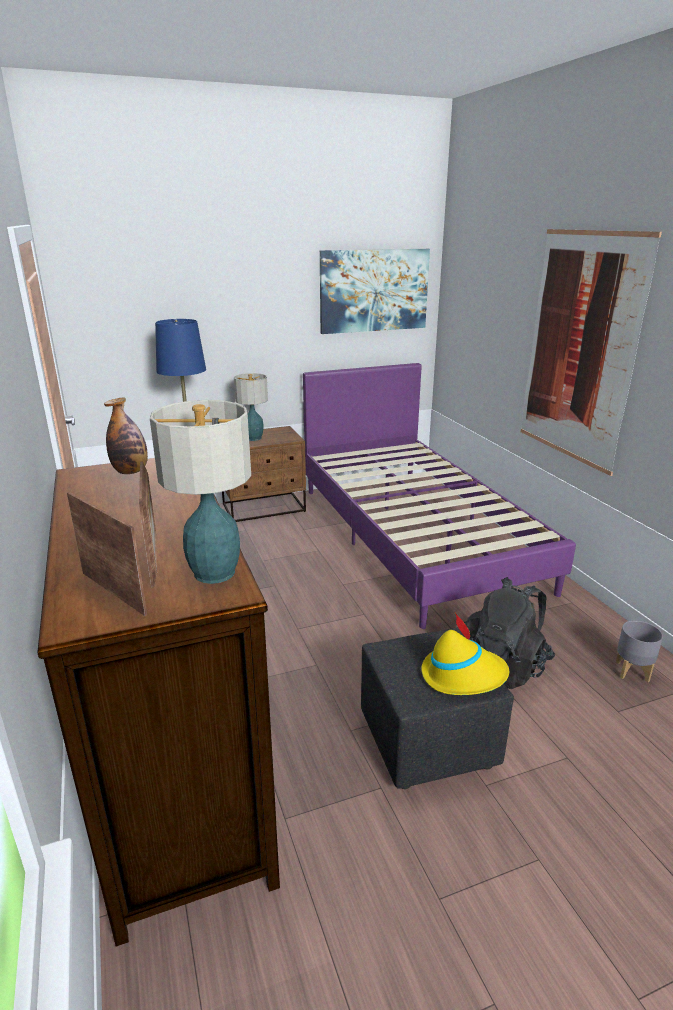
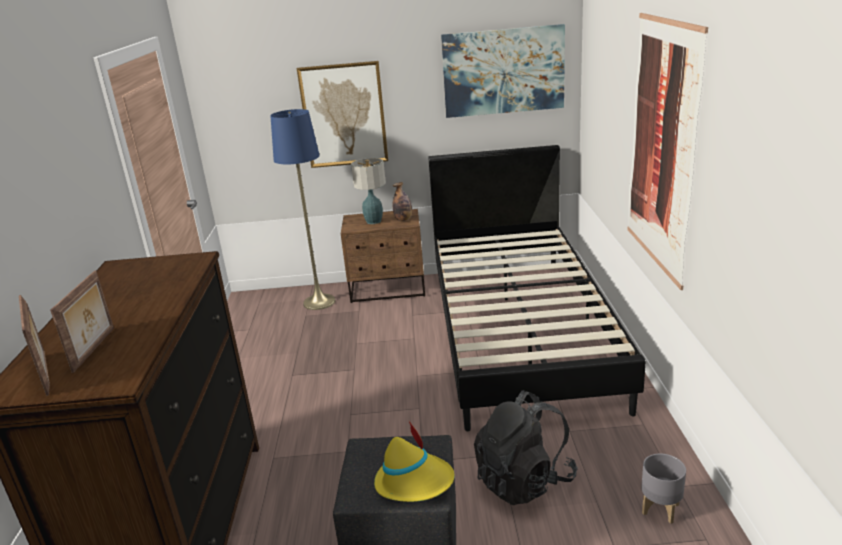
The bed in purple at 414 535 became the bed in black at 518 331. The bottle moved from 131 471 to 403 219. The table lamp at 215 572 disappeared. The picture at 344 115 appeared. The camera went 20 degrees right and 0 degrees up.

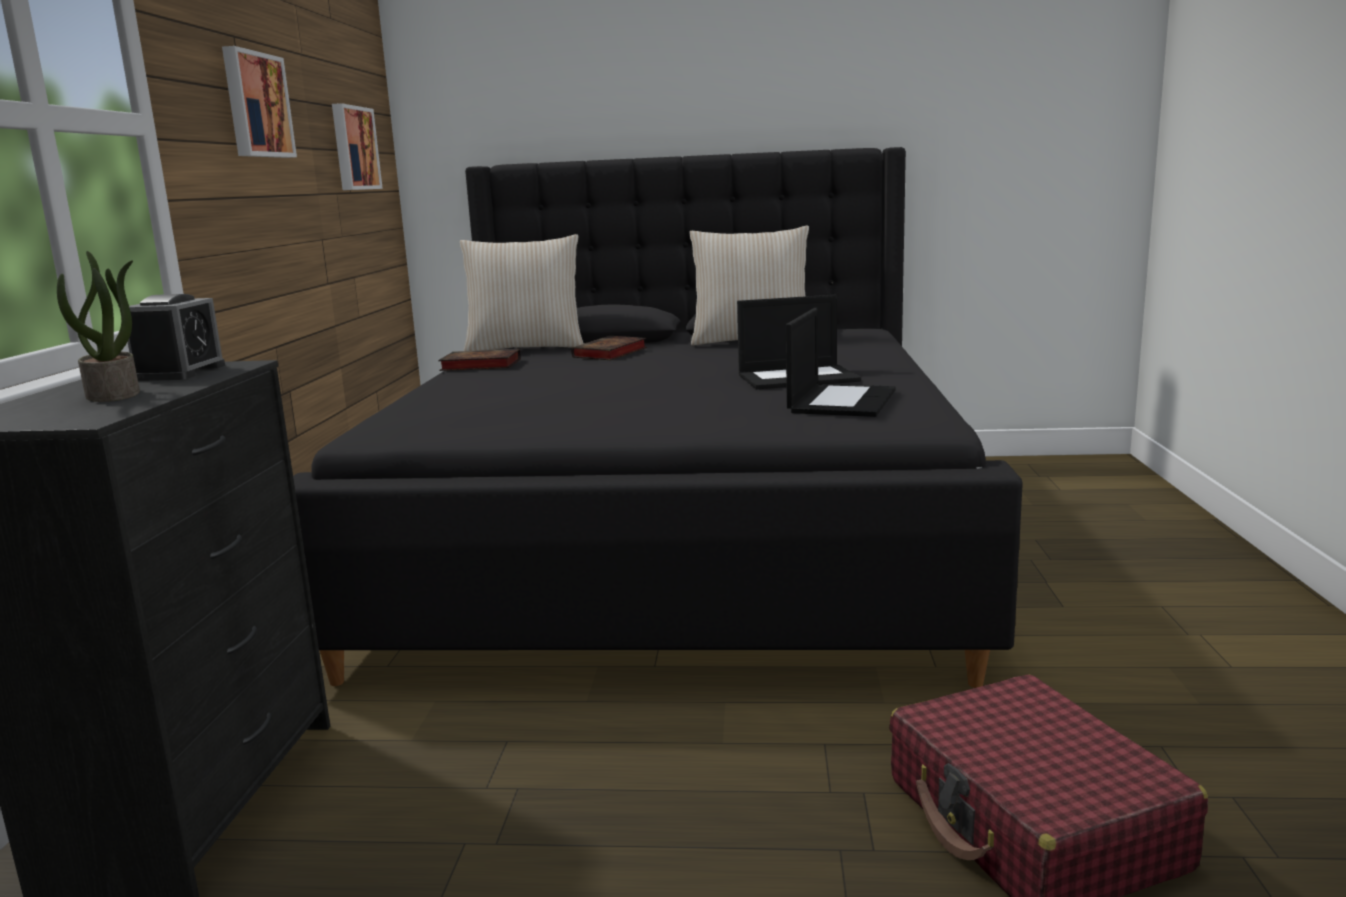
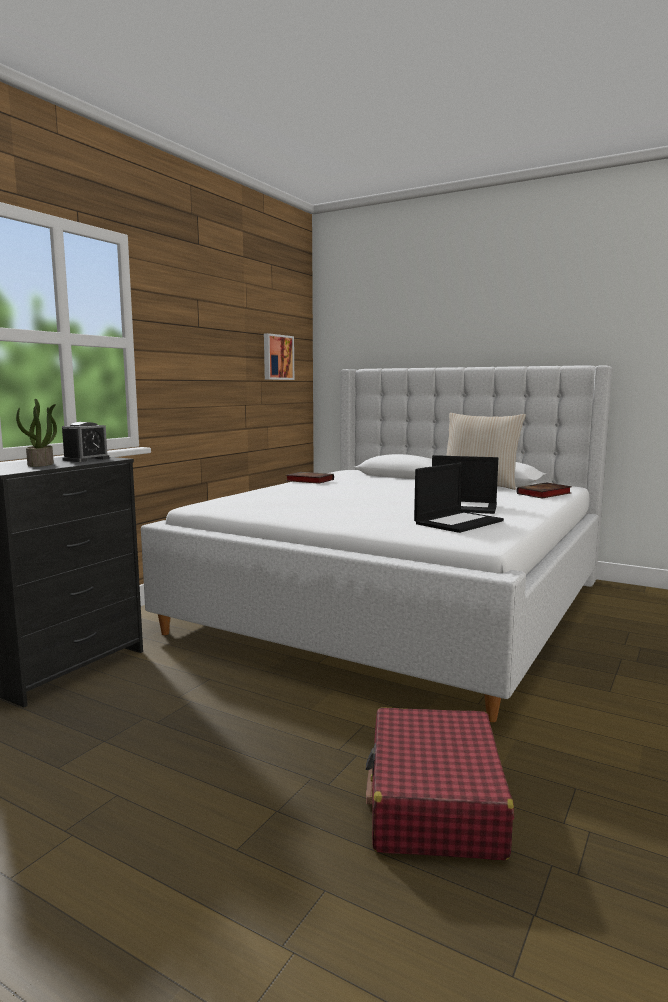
The picture at 255 105 disappeared. The bed in black at 678 545 became the bed in white at 400 604. The pillow in beige at 526 348 disappeared. The book moved from 609 353 to 543 494. The camera went 25 degrees right and 5 degrees down.

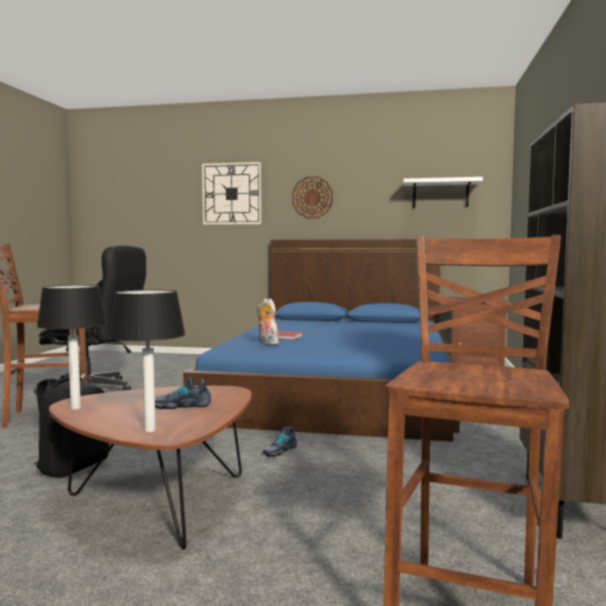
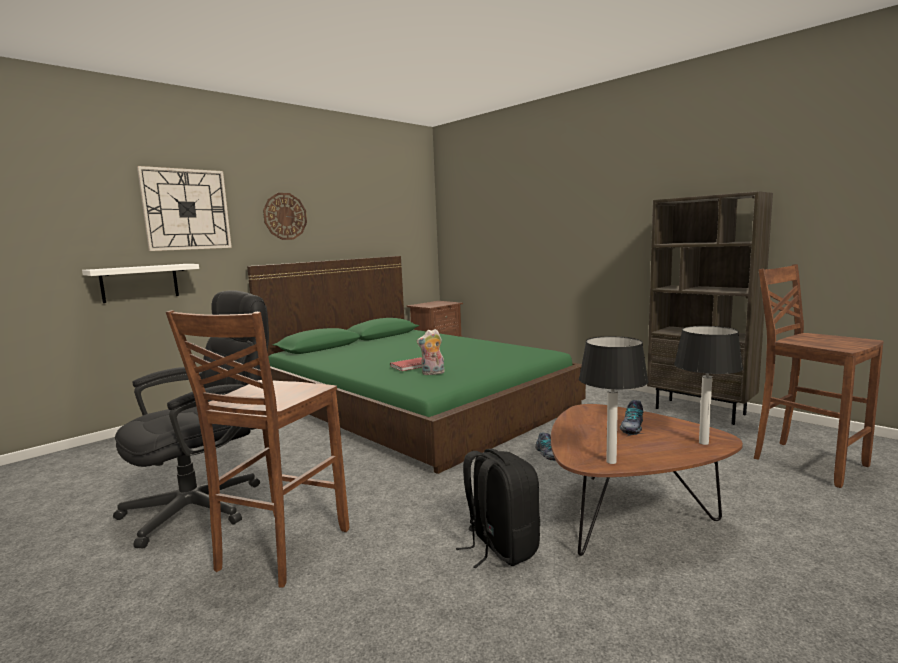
The shelf in white moved from 440 194 to 140 283. The bed in blue at 339 387 became the bed in green at 414 402. The camera went 55 degrees left and 5 degrees up.

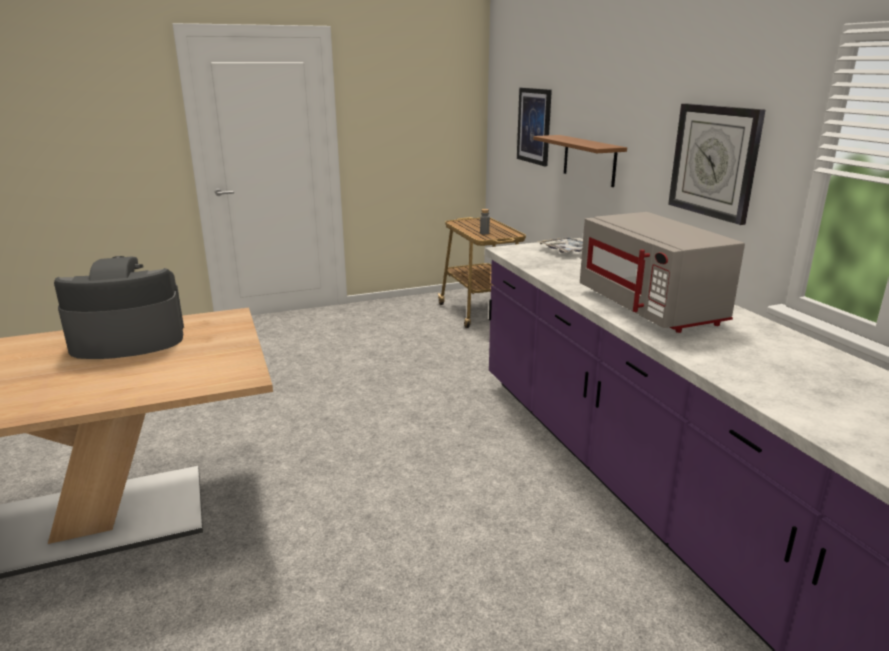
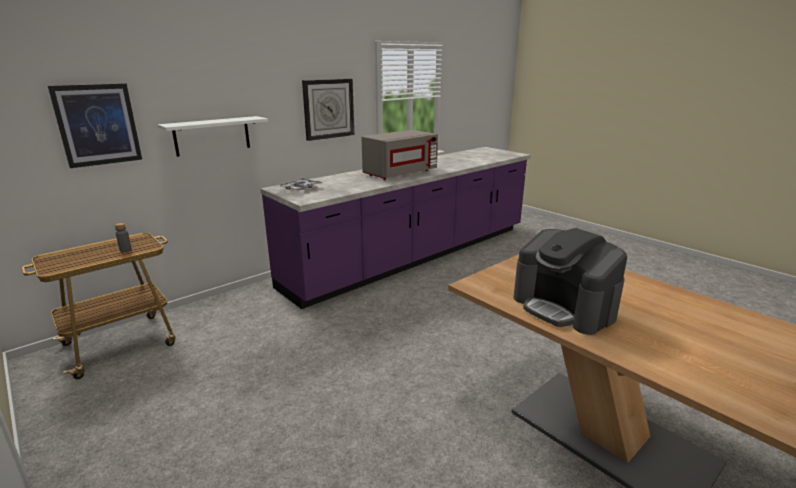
The shelf in brown at 589 160 became the shelf in white at 212 136. The camera went 110 degrees left and 0 degrees up.

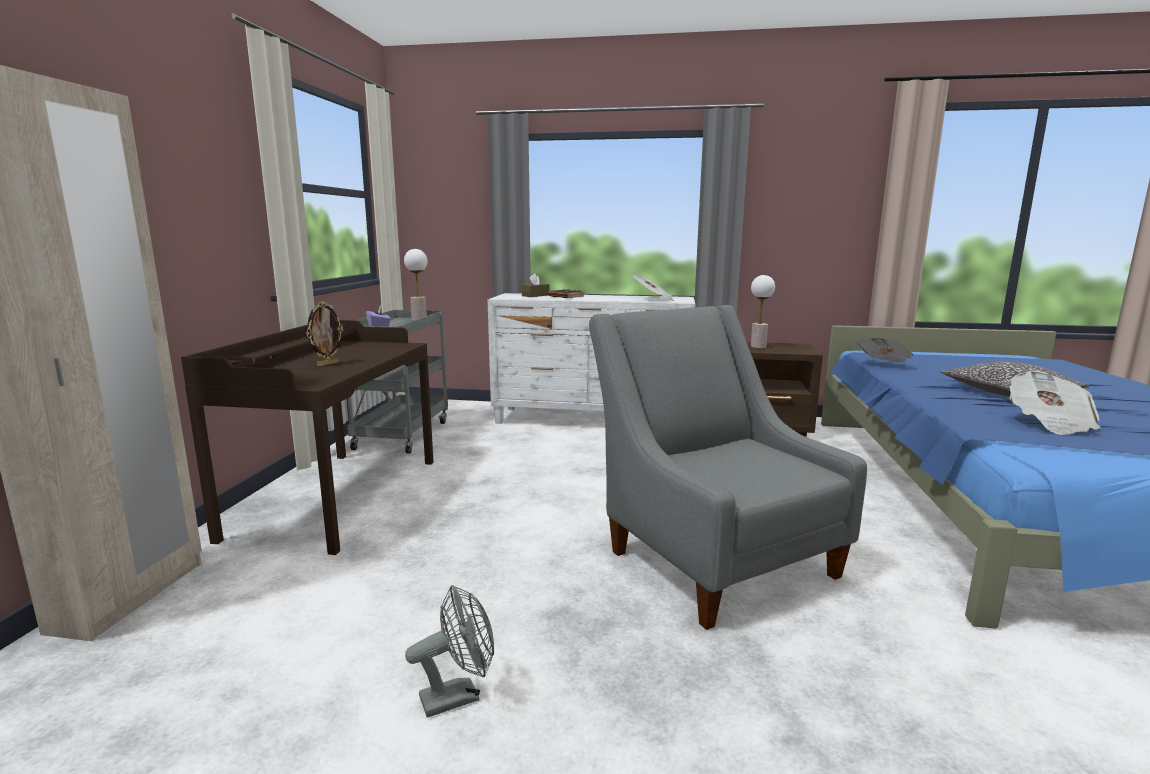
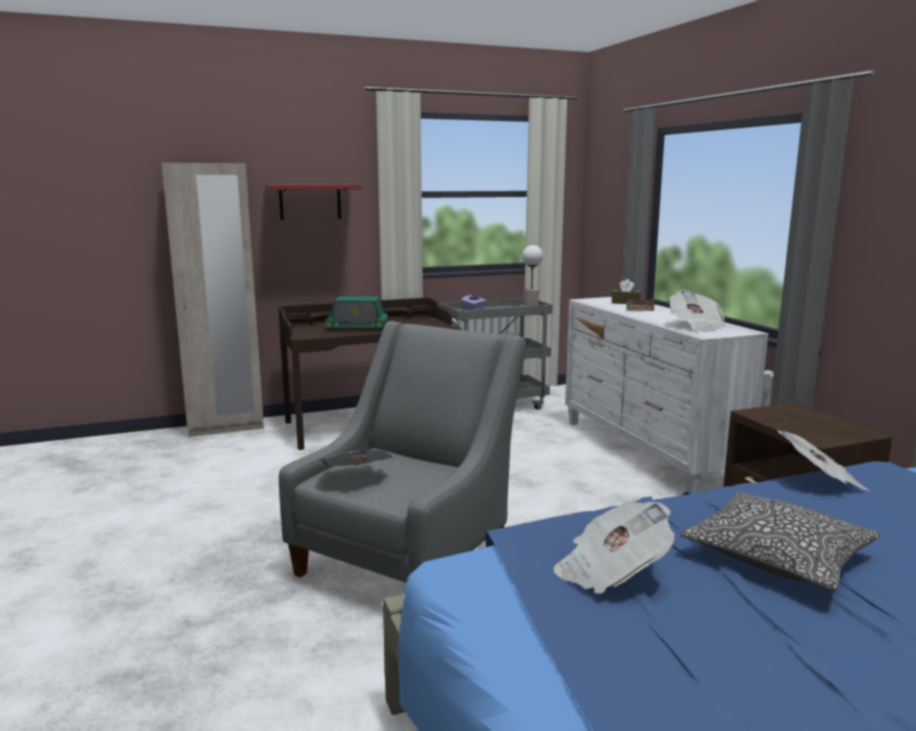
The table lamp at 758 346 disappeared. The picture frame at 327 364 was replaced by the radio at 357 327. The fan in grey at 458 695 disappeared. The shelf in red at 310 201 appeared. The newspaper at 356 478 appeared. The camera went 60 degrees right and 0 degrees up.

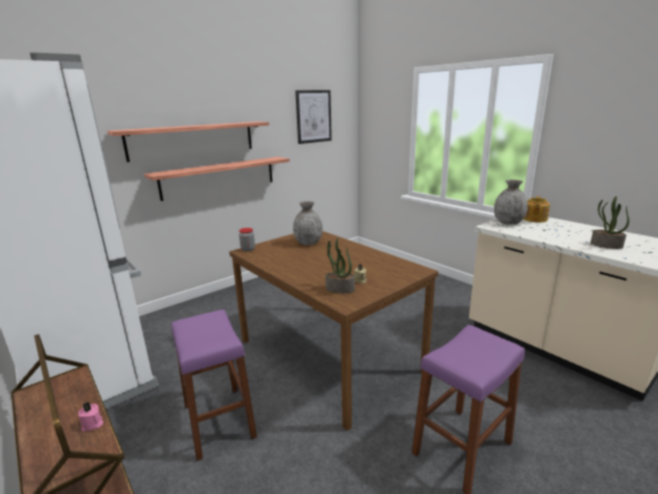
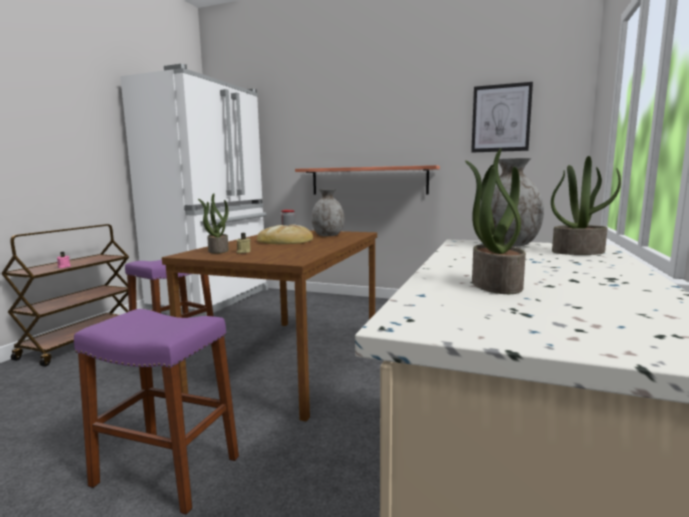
The shelf at 193 140 disappeared. The teapot at 534 219 was replaced by the potted plant at 578 252. The bread at 286 241 appeared. The camera went 60 degrees right and 10 degrees down.

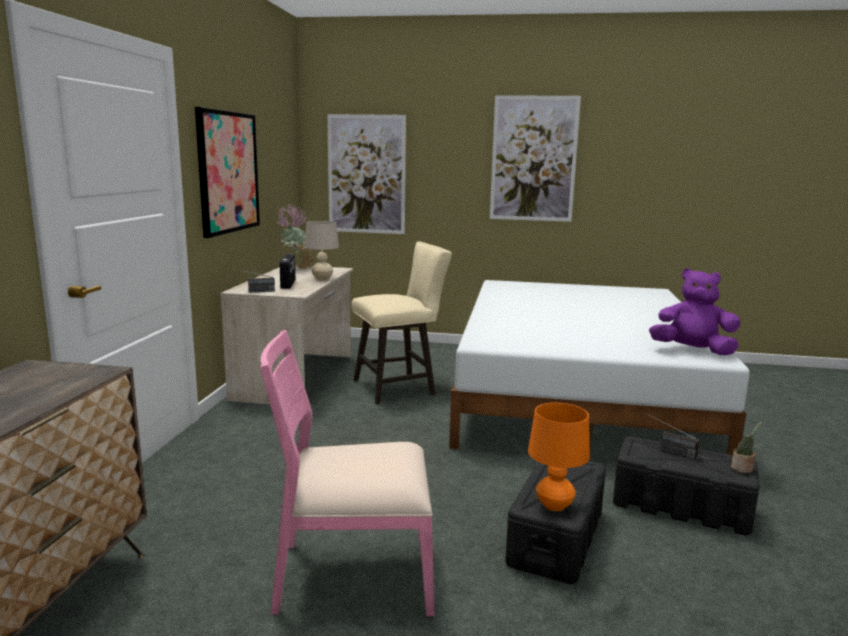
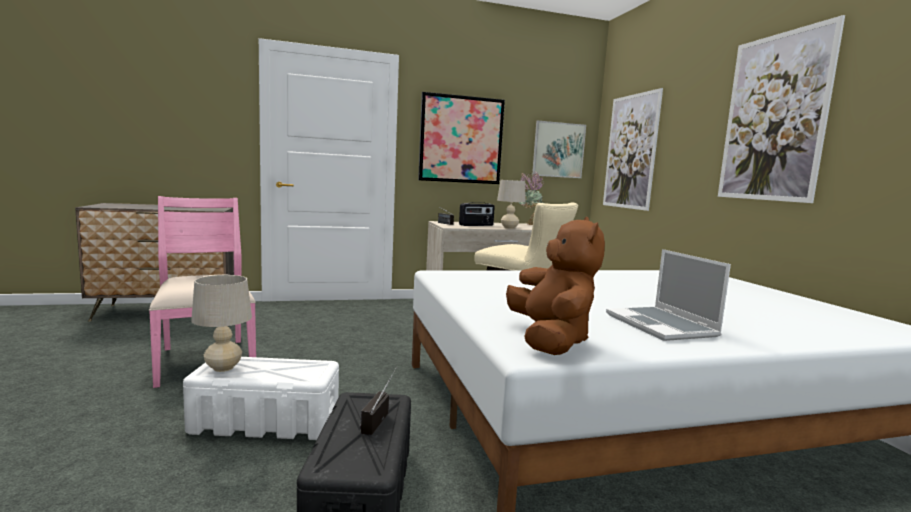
The plush toy in purple at 692 350 became the plush toy in brown at 550 340. The table lamp in orange at 554 505 became the table lamp in beige at 223 368. The potted plant at 743 469 disappeared. The storage box in black at 556 537 became the storage box in white at 267 421. The picture at 558 150 appeared. The laptop at 662 326 appeared. The camera went 65 degrees right and 5 degrees down.

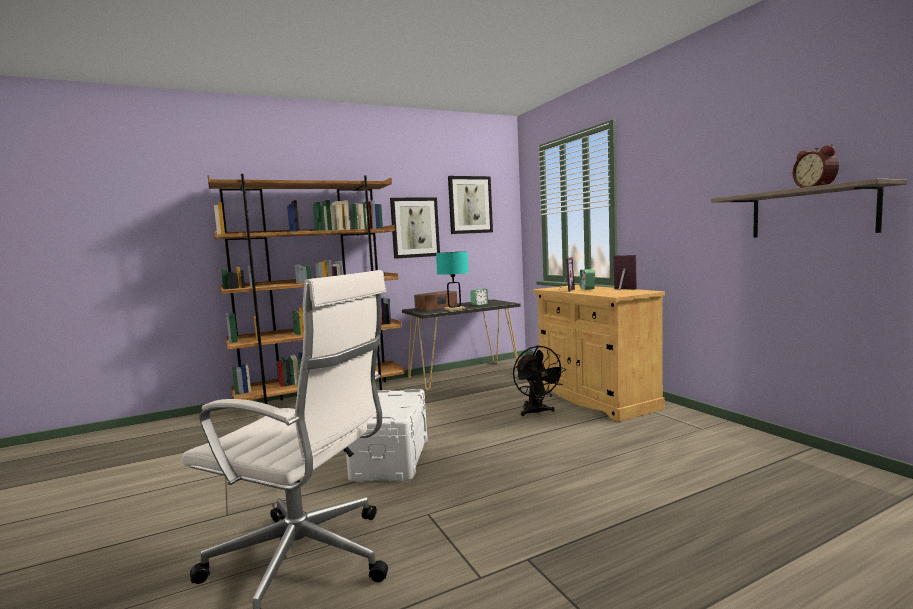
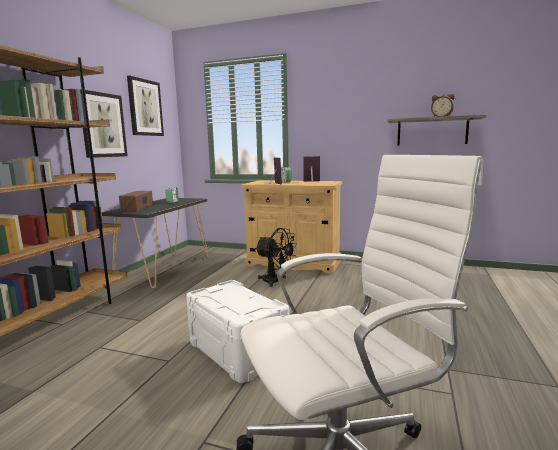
The table lamp in turquoise at 454 309 disappeared. The camera went 45 degrees left and 5 degrees up.

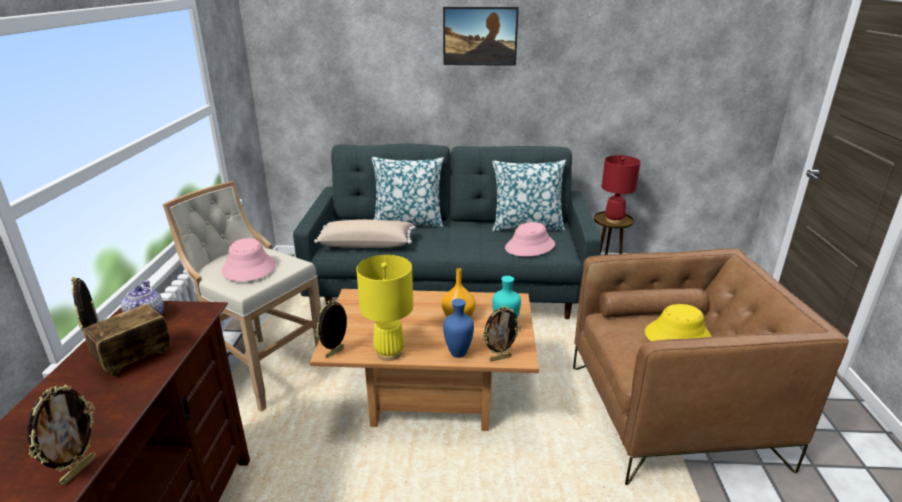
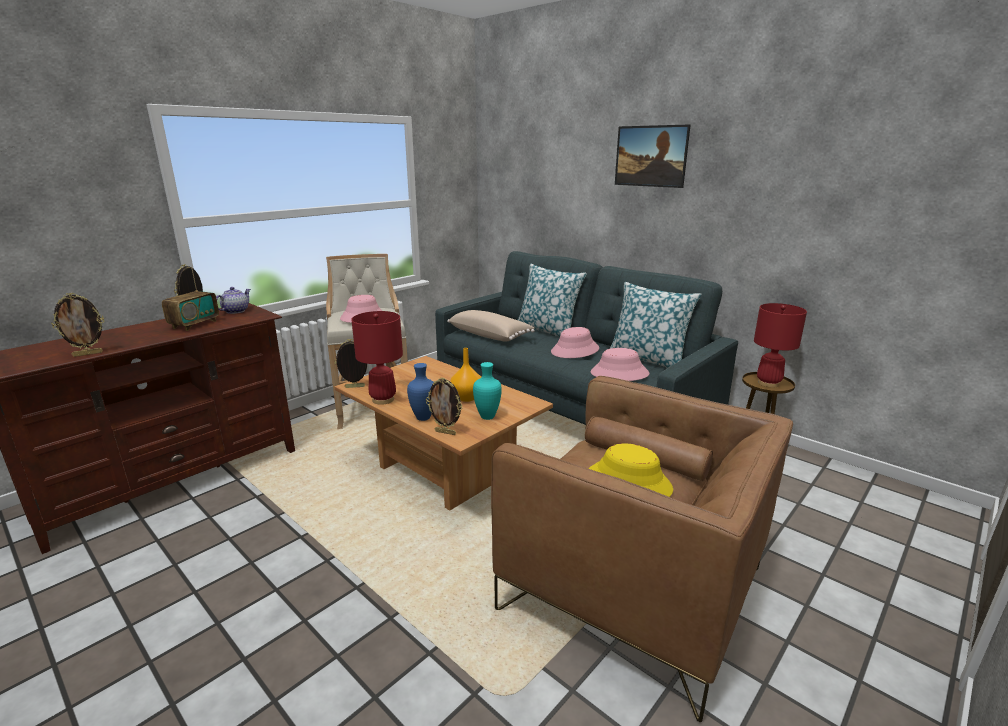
The table lamp in yellow at 389 353 became the table lamp in red at 383 399. The radio at 135 358 turned 120 degrees clockwise. The hat in pink at 575 350 appeared. The camera went 40 degrees right and 5 degrees down.

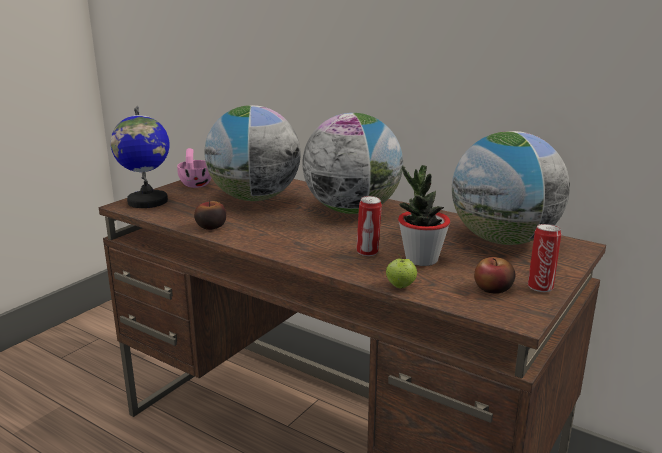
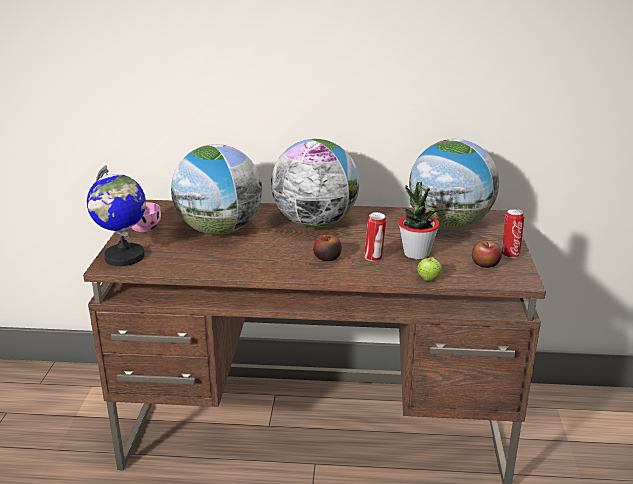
The apple moved from 211 227 to 327 258. The camera went 30 degrees left and 5 degrees up.

